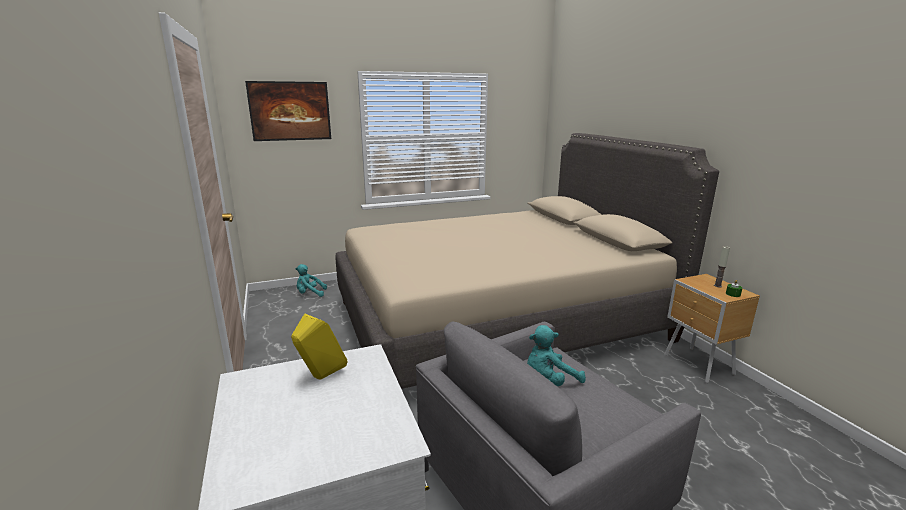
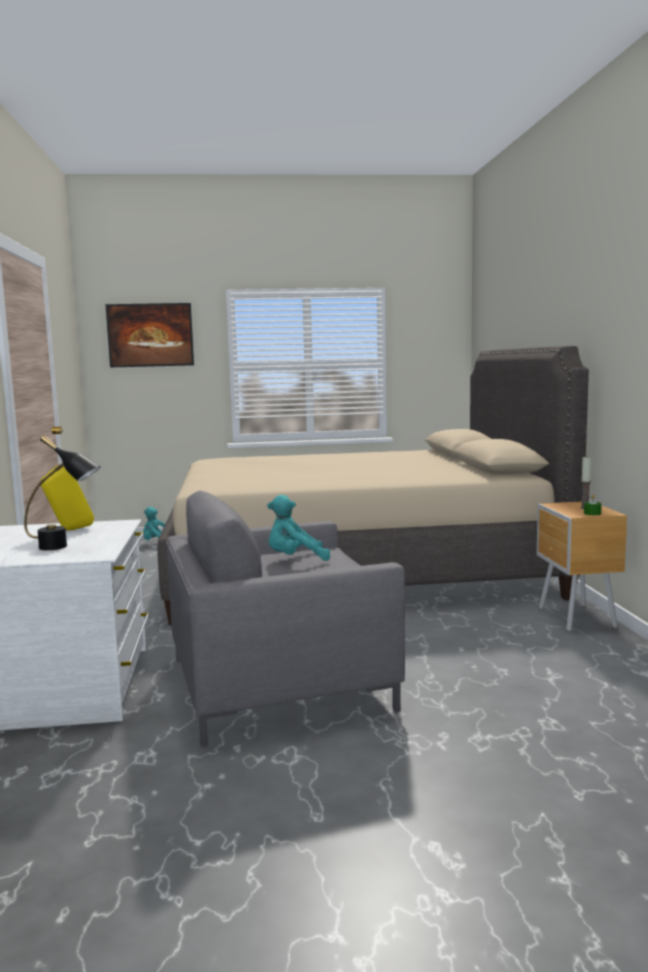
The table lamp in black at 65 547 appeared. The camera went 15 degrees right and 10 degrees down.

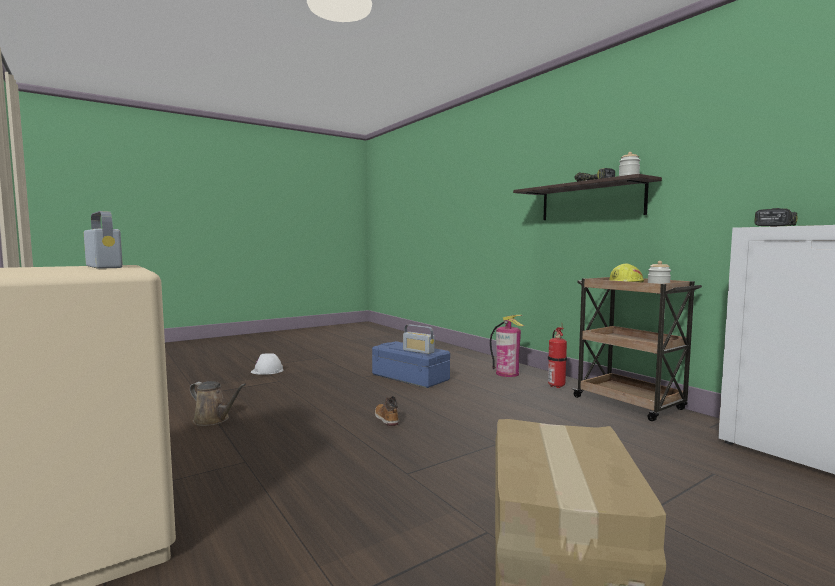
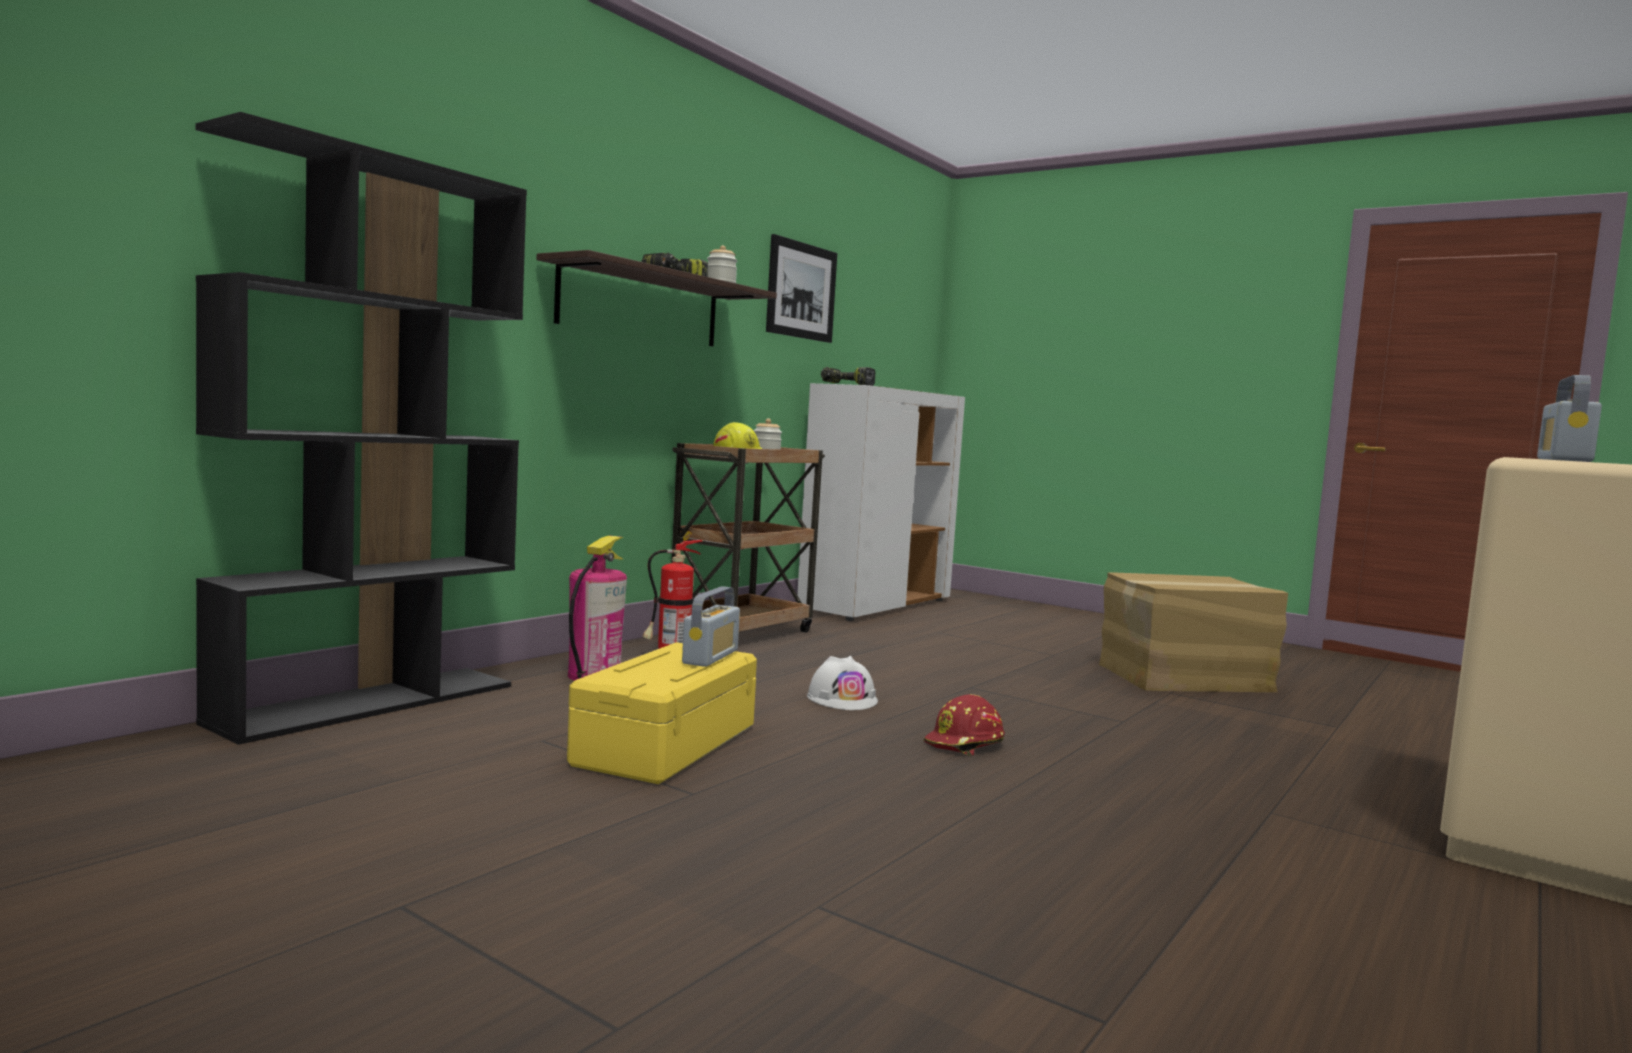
The storage box in blue at 411 377 became the storage box in yellow at 665 745. The hard hat in white moved from 267 371 to 842 699. The watering can in brown at 214 420 disappeared. The boot at 386 418 was replaced by the hard hat in red at 965 744. The bookcase in black at 368 703 appeared. The picture at 801 290 appeared. The camera went 110 degrees left and 0 degrees up.

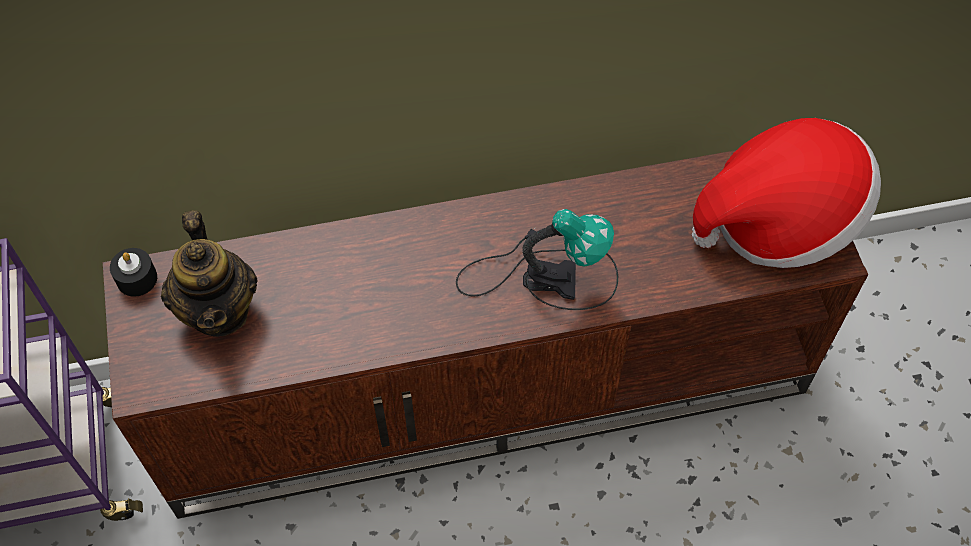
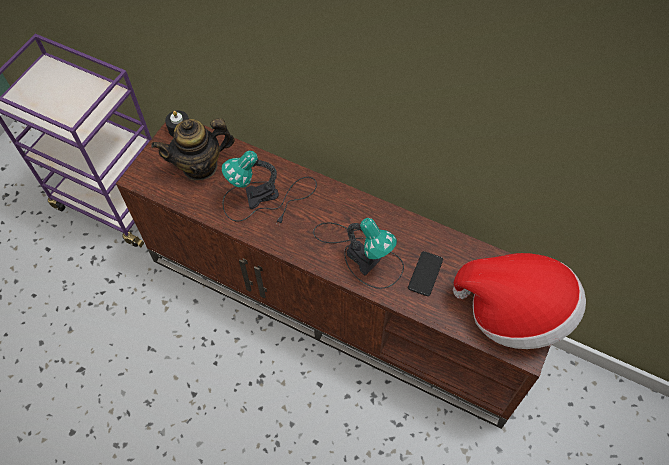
The teapot at 219 309 turned 45 degrees clockwise. The table lamp at 267 199 appeared. The phone at 425 274 appeared. The camera went 40 degrees right and 0 degrees up.

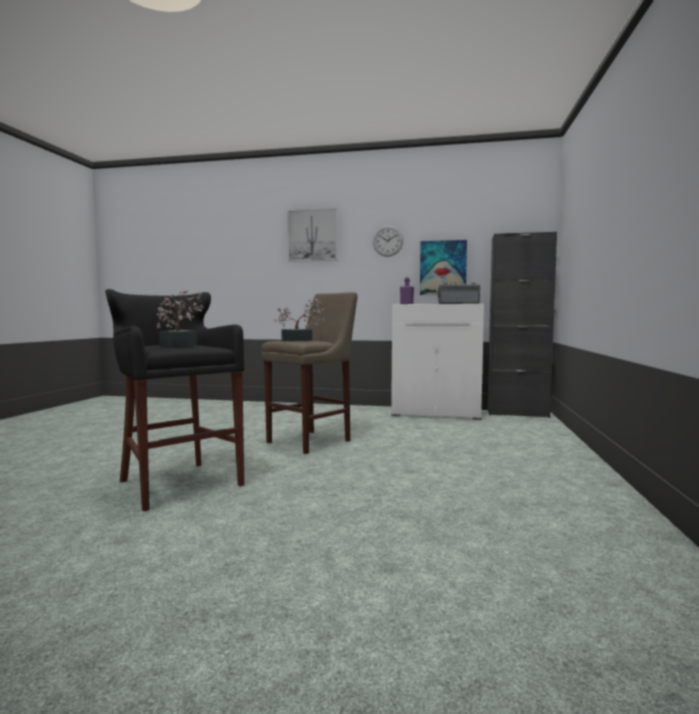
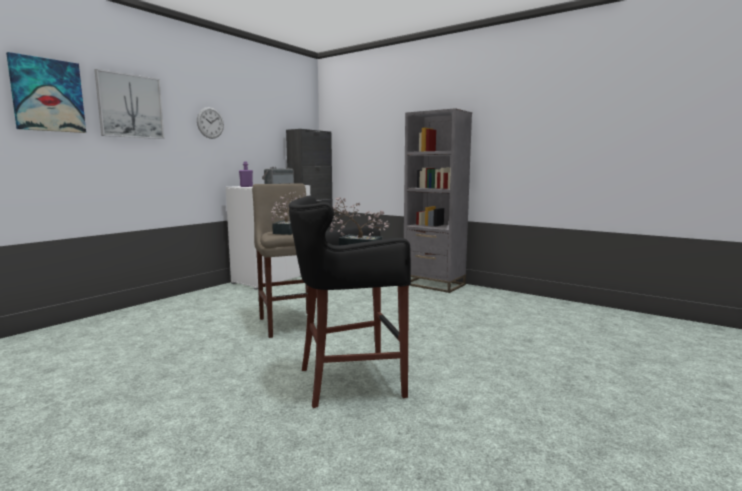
The picture moved from 443 268 to 47 95. The bookcase in grey at 434 284 appeared. The camera went 65 degrees left and 5 degrees up.

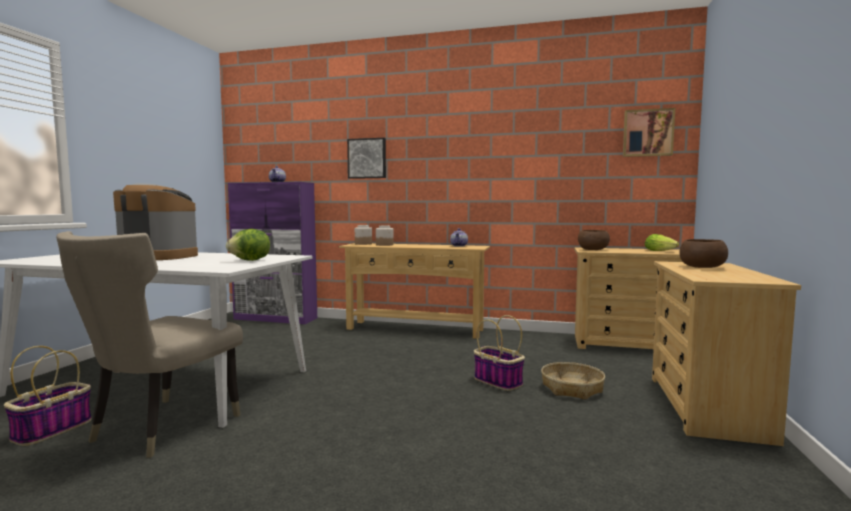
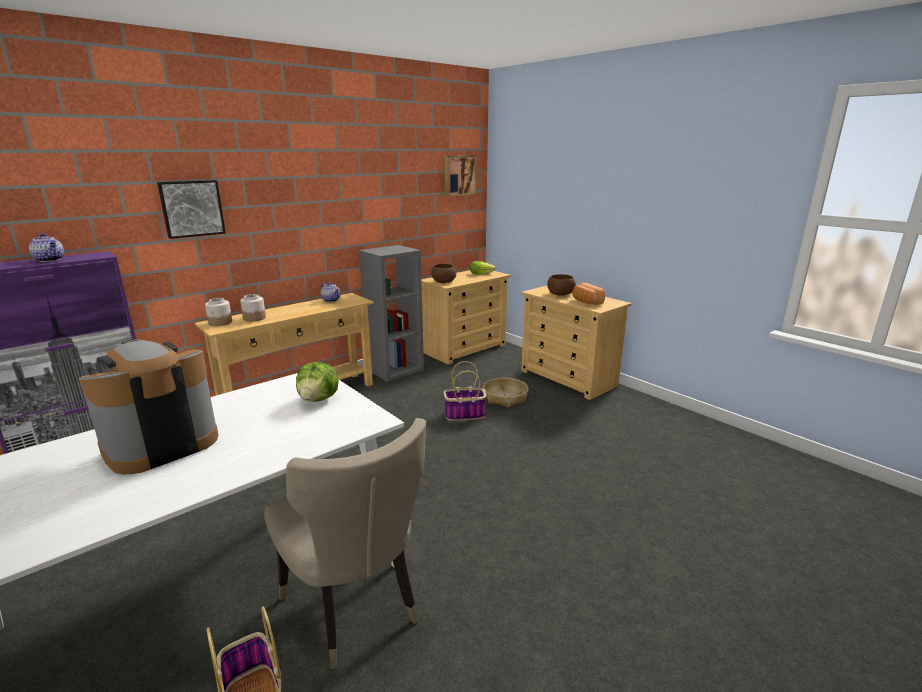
The bookcase in grey at 395 369 appeared. The bread at 586 302 appeared. The camera went 55 degrees left and 15 degrees up.

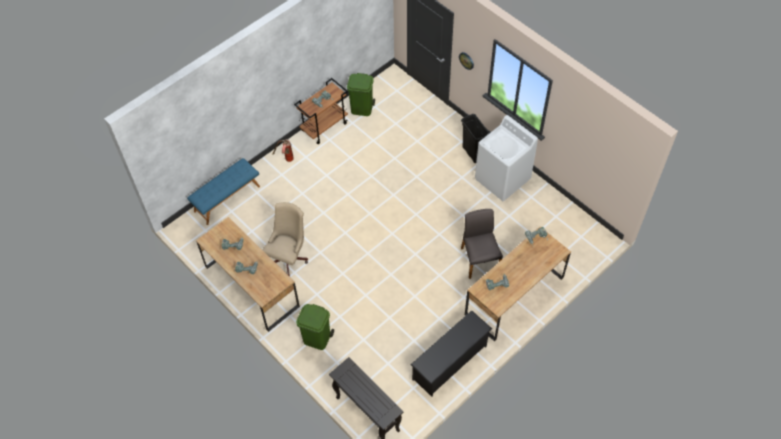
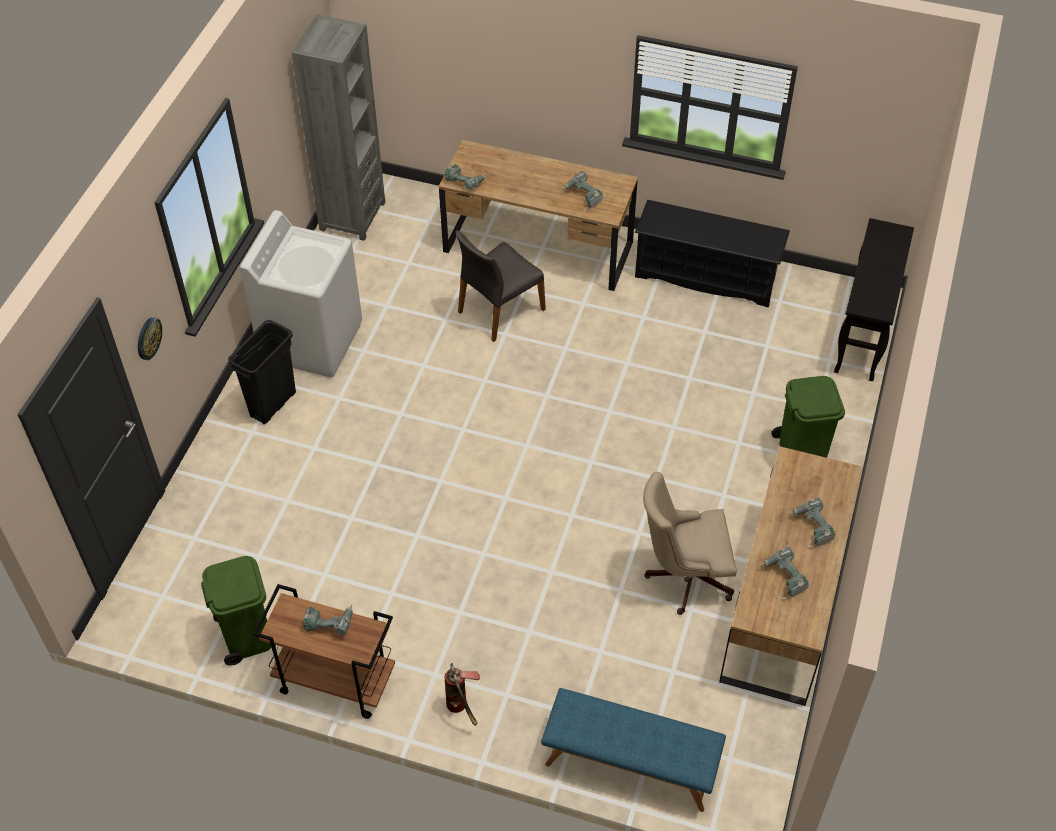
The bookcase in grey at 352 216 appeared. The camera went 120 degrees left and 5 degrees down.

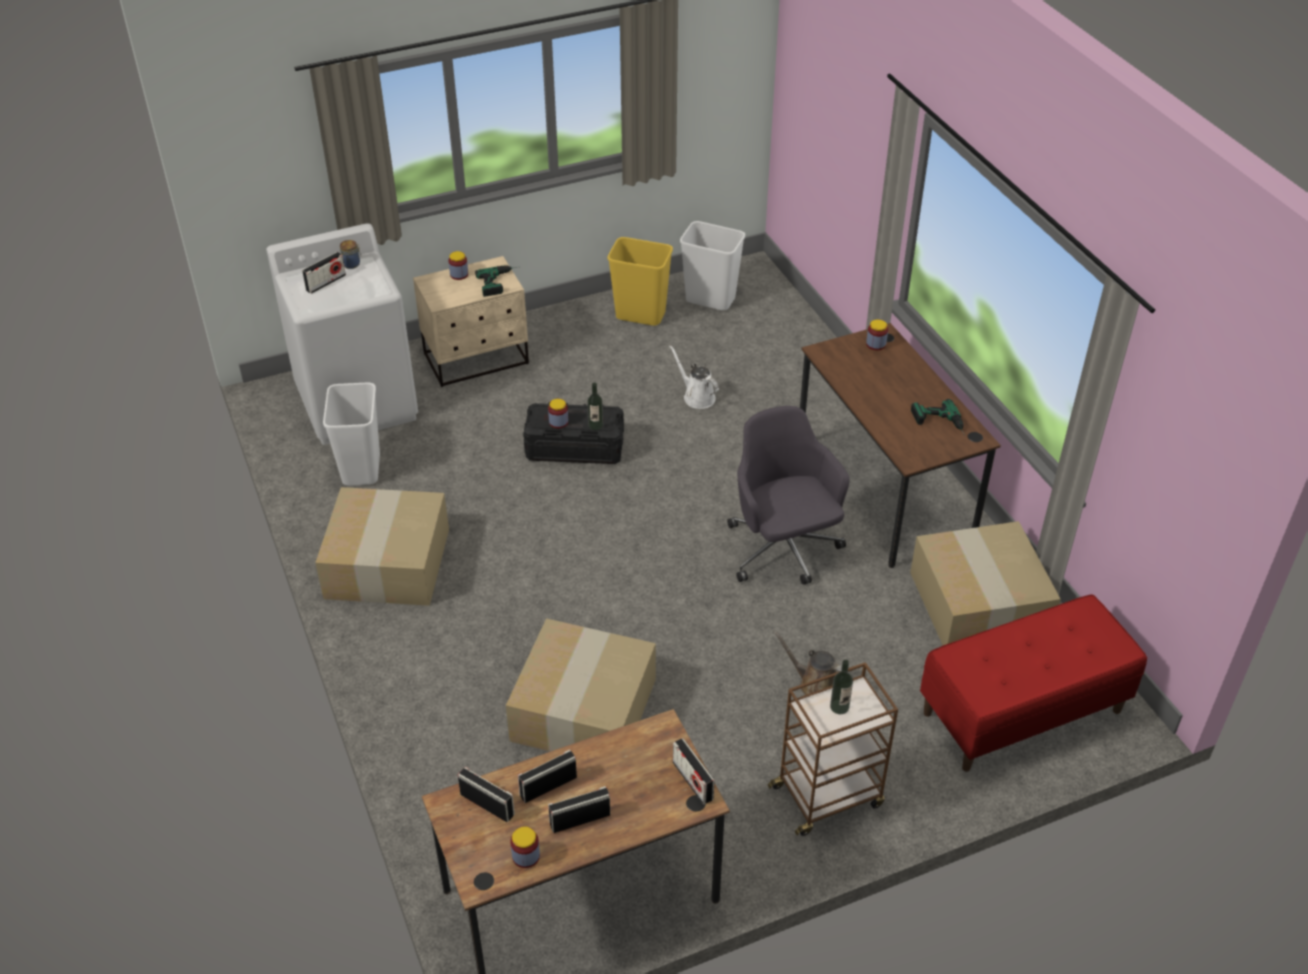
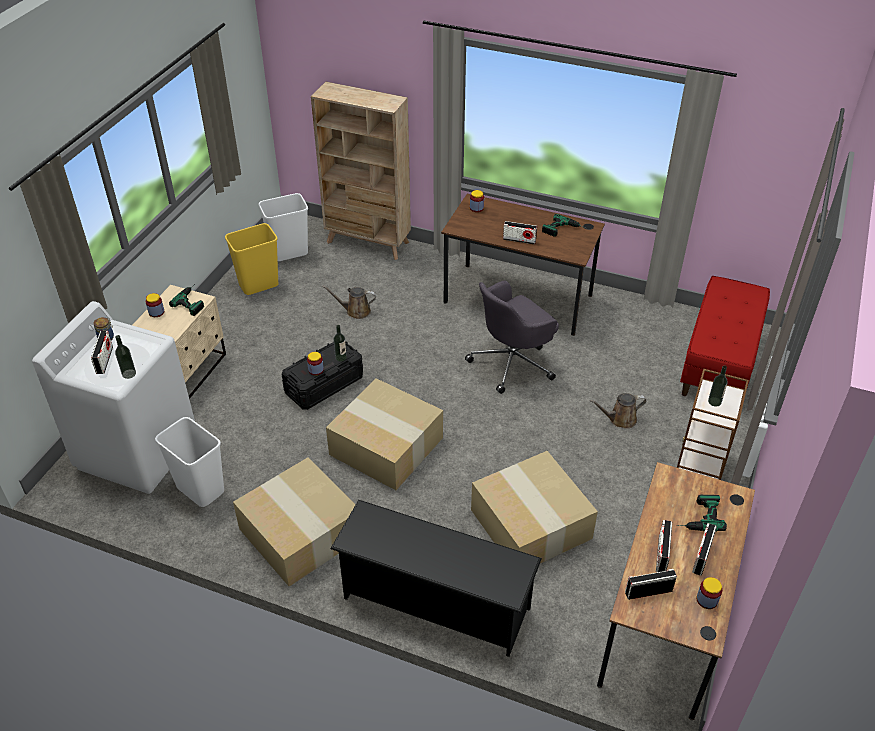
The watering can in white at 696 396 became the watering can in brown at 355 311. The office chair in grey at 783 550 turned 60 degrees counterclockwise. The cardboard box moved from 976 602 to 384 446. The radio moved from 692 781 to 519 240. The bookcase in beige at 368 242 appeared. The bottle at 129 374 appeared. The power drill at 697 516 appeared. The shoe rack in black at 435 603 appeared. The camera went 45 degrees left and 0 degrees up.

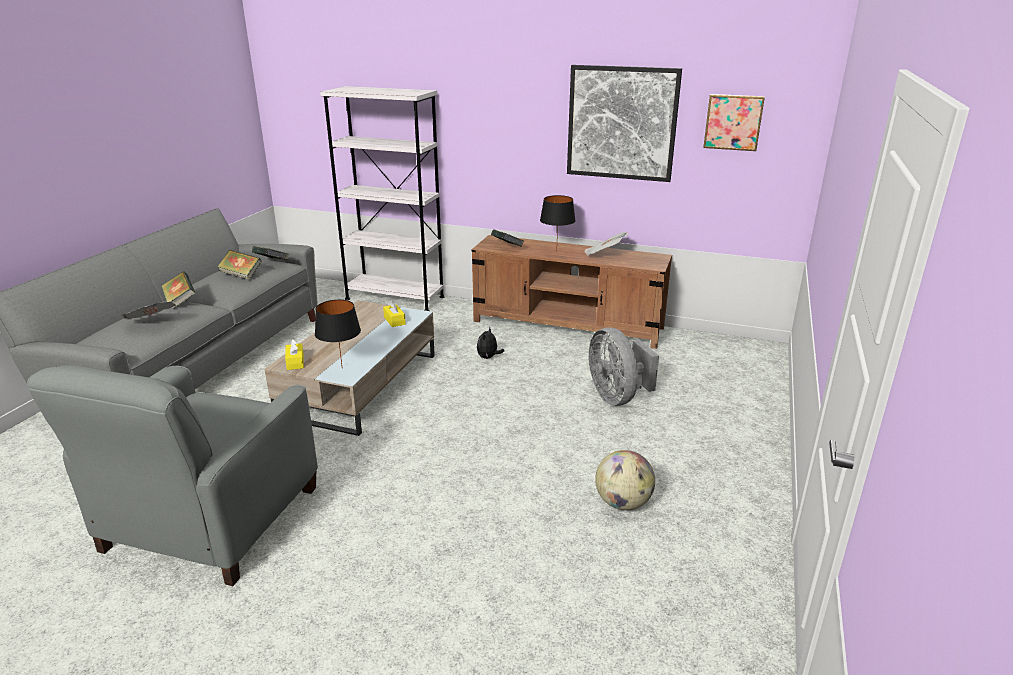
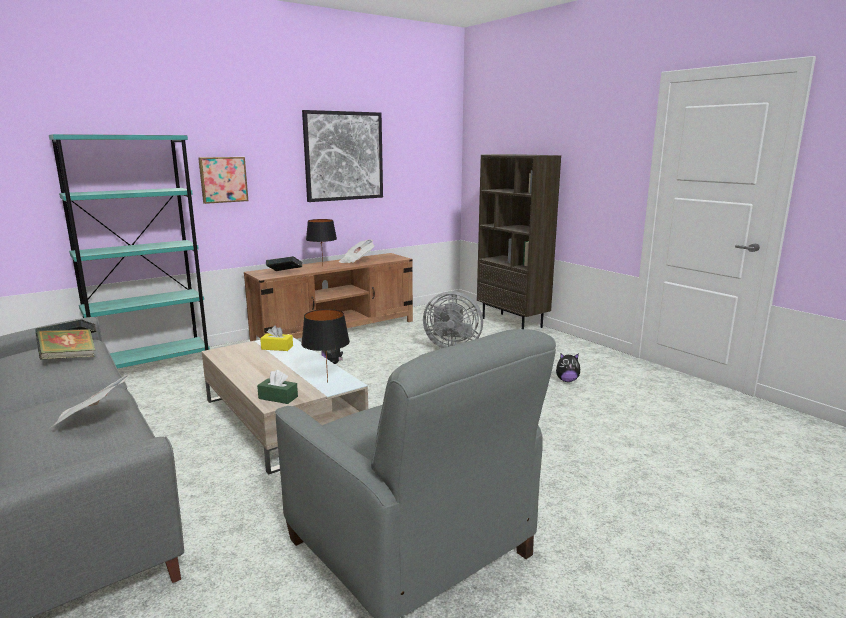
The bookcase in white at 395 298 became the bookcase in turquoise at 152 366. The picture moved from 733 122 to 223 179. The book at 180 301 disappeared. The tissue box in yellow at 295 362 became the tissue box in green at 278 397. The globe at 623 503 was replaced by the plush toy at 567 380. The bookcase in brown at 512 323 appeared. The camera went 55 degrees left and 10 degrees down.

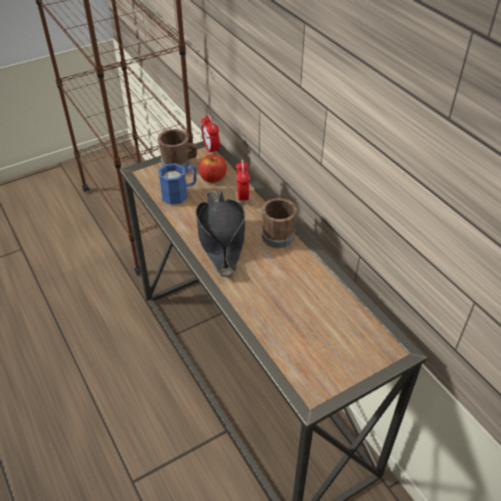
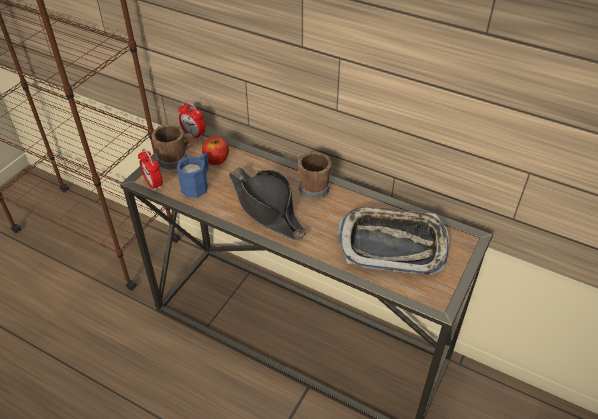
The alarm clock moved from 243 196 to 153 184. The tray at 392 245 appeared. The camera went 30 degrees left and 0 degrees up.

